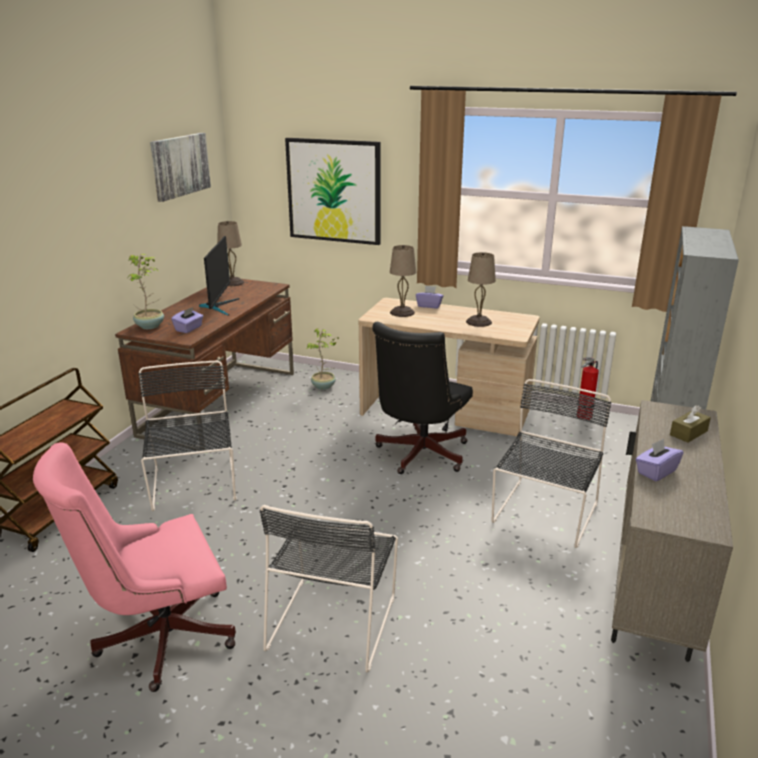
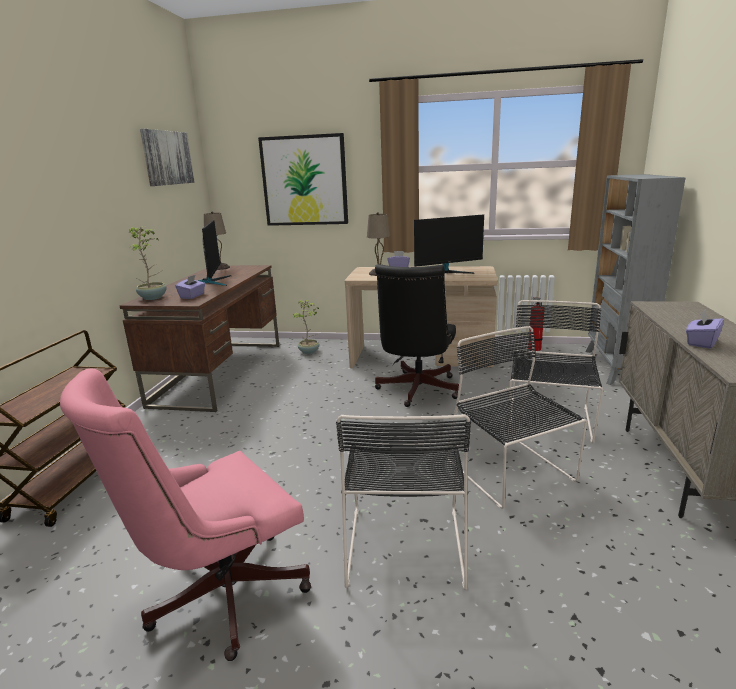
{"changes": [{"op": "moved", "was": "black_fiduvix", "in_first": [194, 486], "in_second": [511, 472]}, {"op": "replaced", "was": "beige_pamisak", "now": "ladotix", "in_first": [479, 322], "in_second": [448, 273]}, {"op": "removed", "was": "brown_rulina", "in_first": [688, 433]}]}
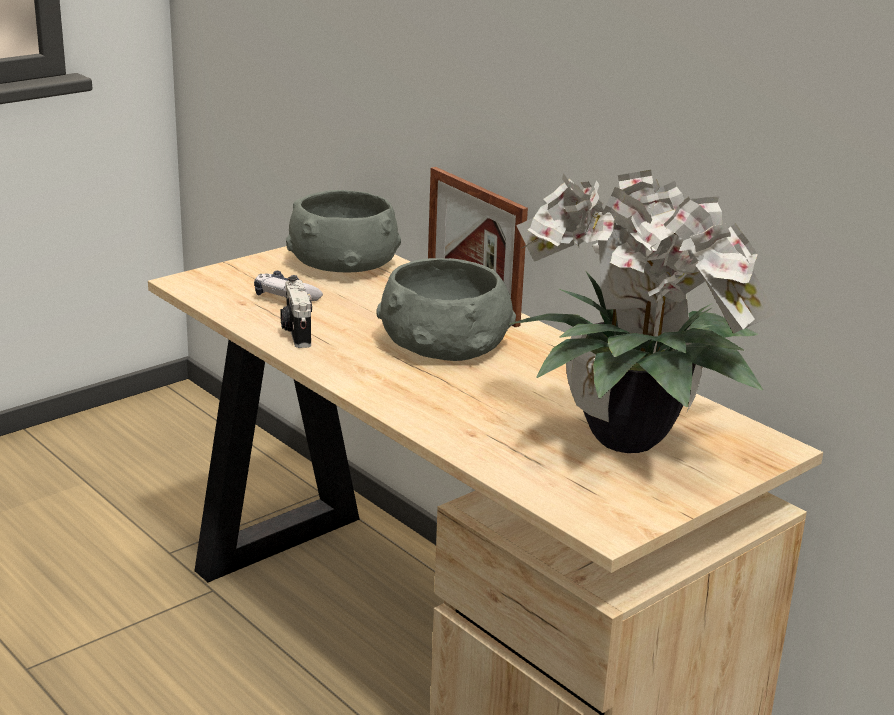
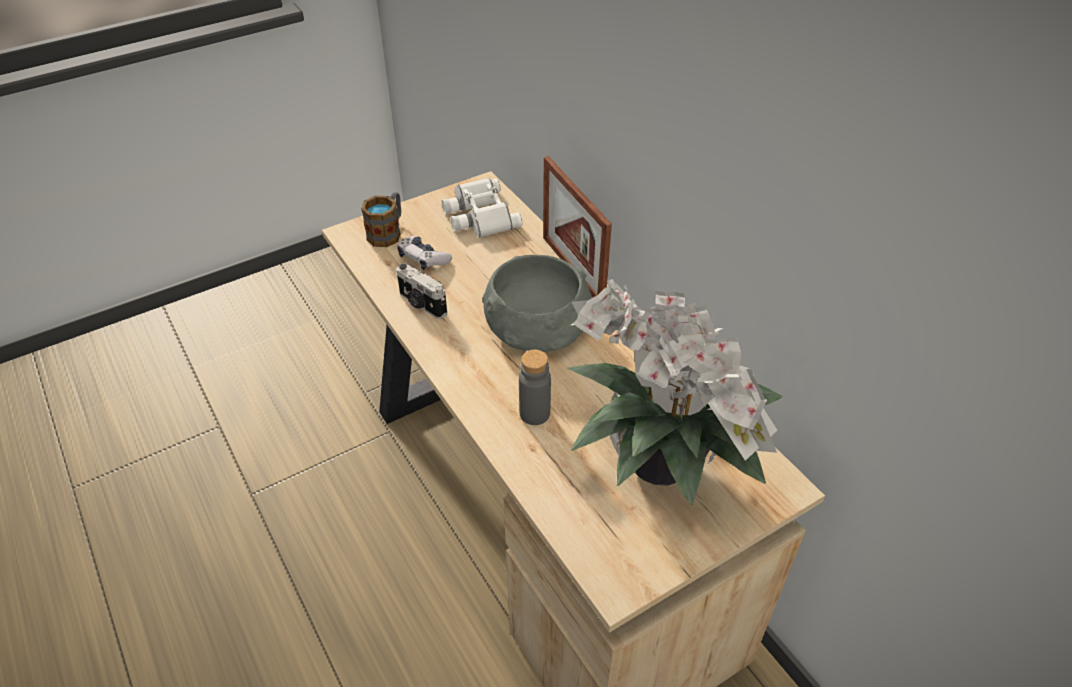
{"changes": [{"op": "turned", "was": "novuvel", "in_first": [296, 332], "in_second": [421, 304], "clockwise": -45}, {"op": "replaced", "was": "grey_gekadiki", "now": "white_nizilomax", "in_first": [342, 264], "in_second": [478, 215]}, {"op": "added", "now": "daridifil", "in_second": [388, 232]}, {"op": "added", "now": "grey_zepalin", "in_second": [534, 413]}]}
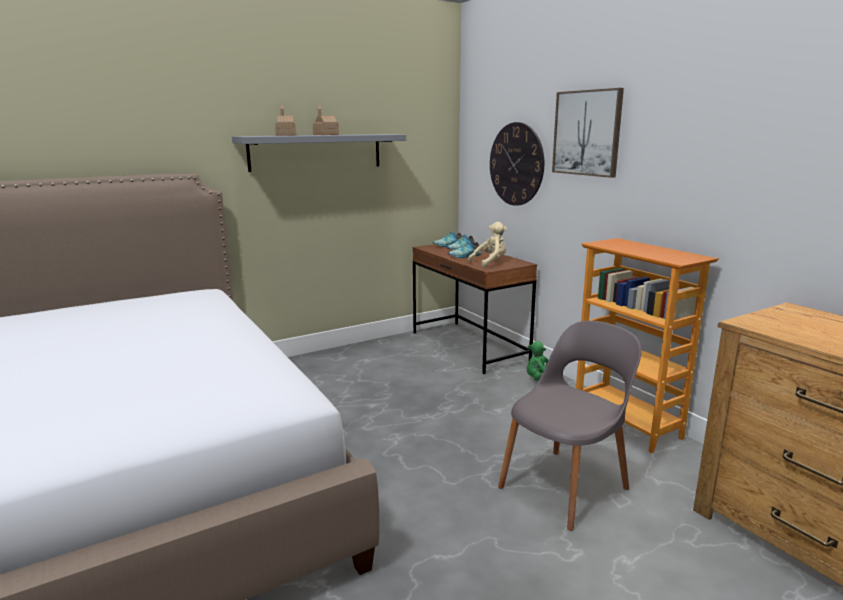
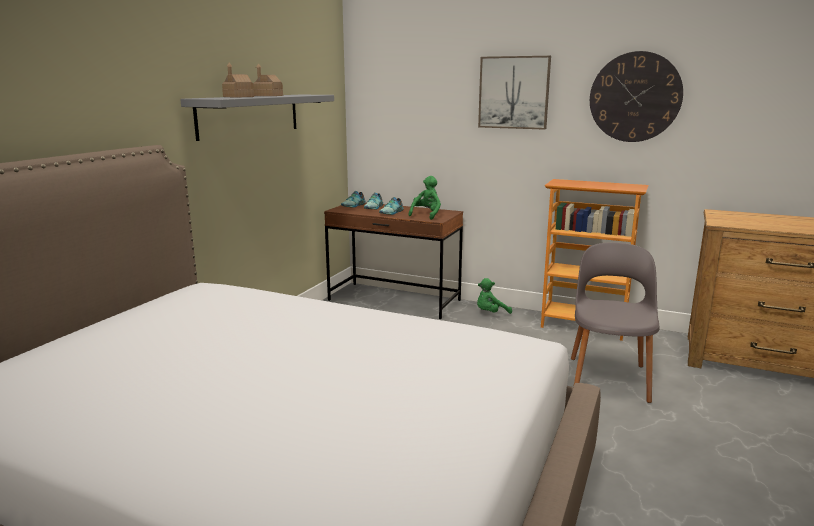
{"changes": [{"op": "recoloured", "was": "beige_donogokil", "now": "green_donogokil", "in_first": [490, 263], "in_second": [426, 215]}, {"op": "moved", "was": "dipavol", "in_first": [516, 164], "in_second": [635, 97]}]}
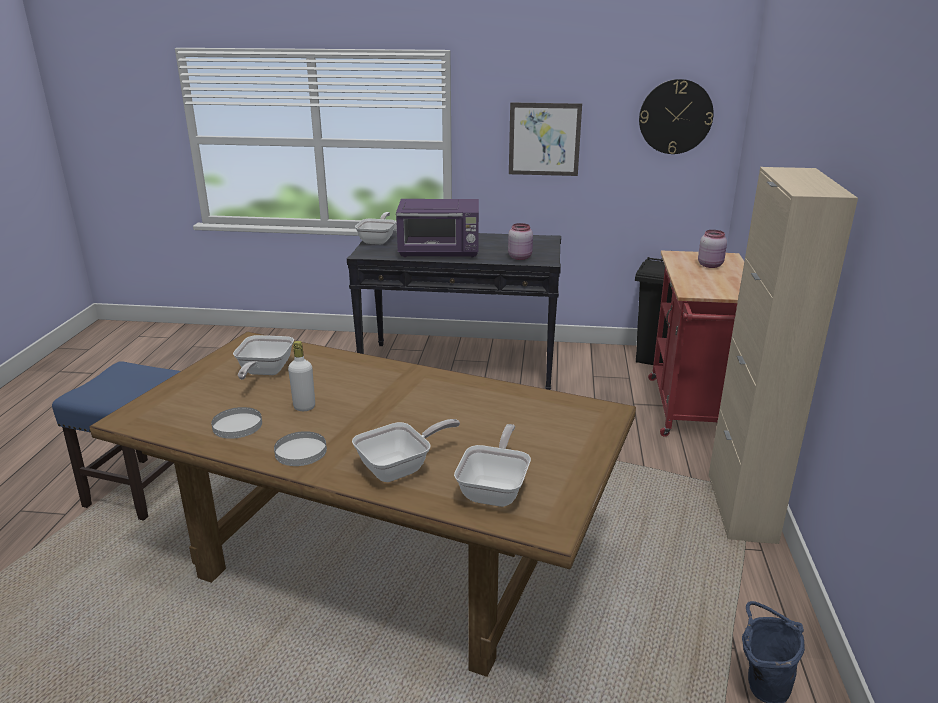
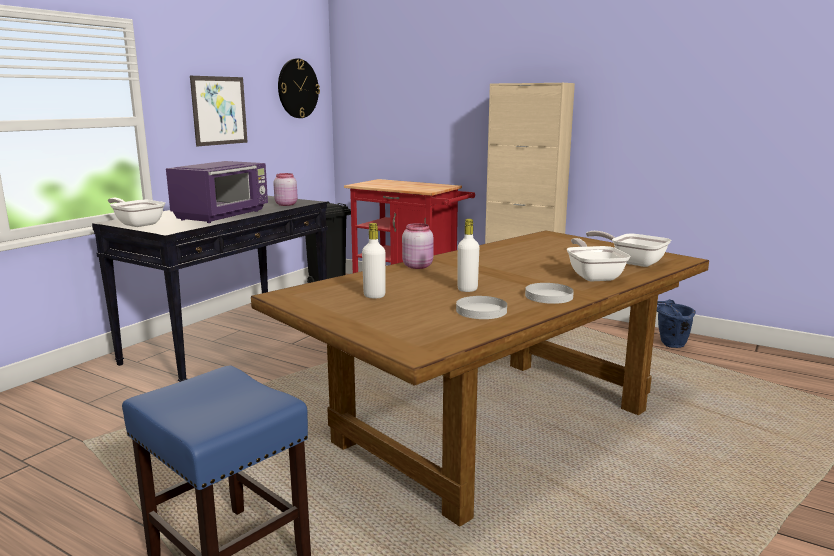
{"changes": [{"op": "replaced", "was": "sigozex", "now": "white_zepalin", "in_first": [264, 372], "in_second": [374, 296]}, {"op": "moved", "was": "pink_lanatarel", "in_first": [710, 265], "in_second": [417, 266]}]}
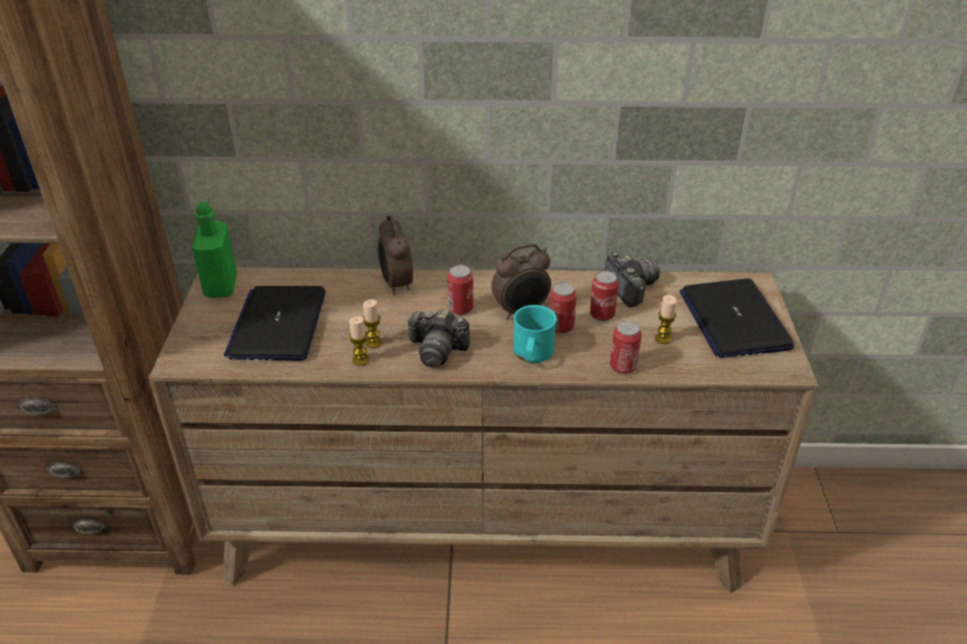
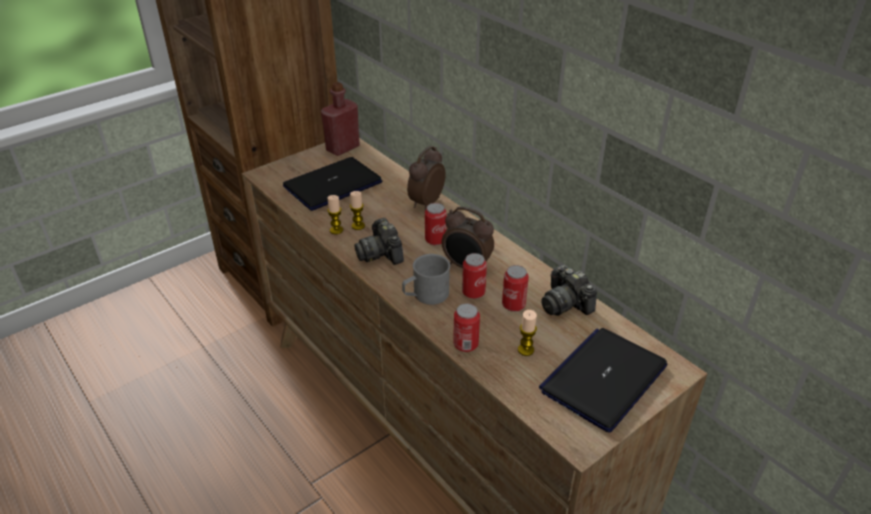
{"changes": [{"op": "recoloured", "was": "green_zepalin", "now": "red_zepalin", "in_first": [221, 286], "in_second": [343, 148]}, {"op": "recoloured", "was": "turquoise_daridifil", "now": "grey_daridifil", "in_first": [532, 355], "in_second": [425, 295]}, {"op": "turned", "was": "novuvel", "in_first": [630, 288], "in_second": [565, 303], "clockwise": 120}]}
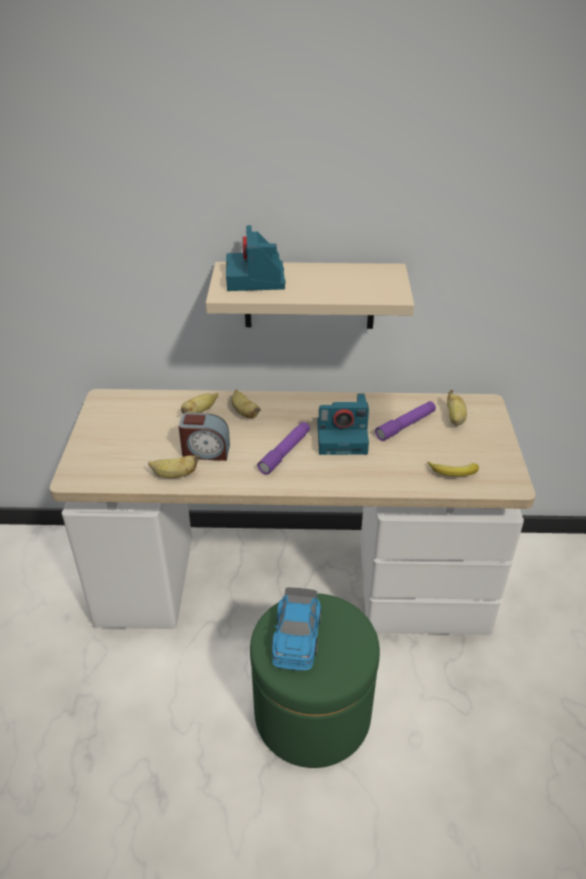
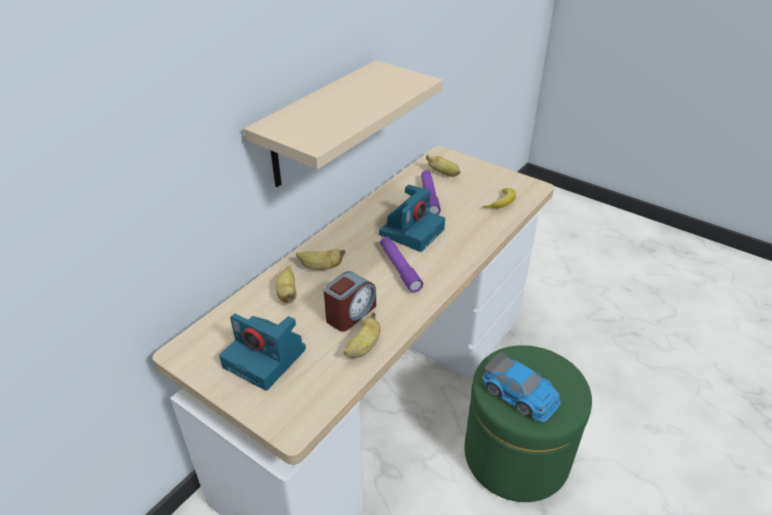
{"changes": [{"op": "moved", "was": "novuvel", "in_first": [256, 279], "in_second": [266, 358]}]}
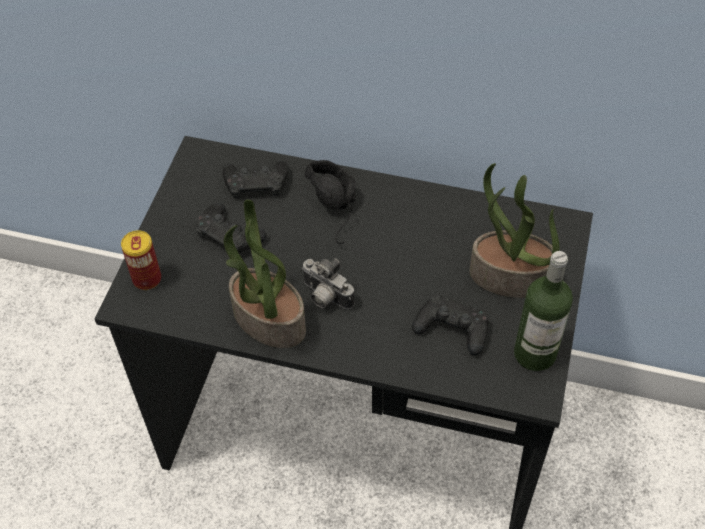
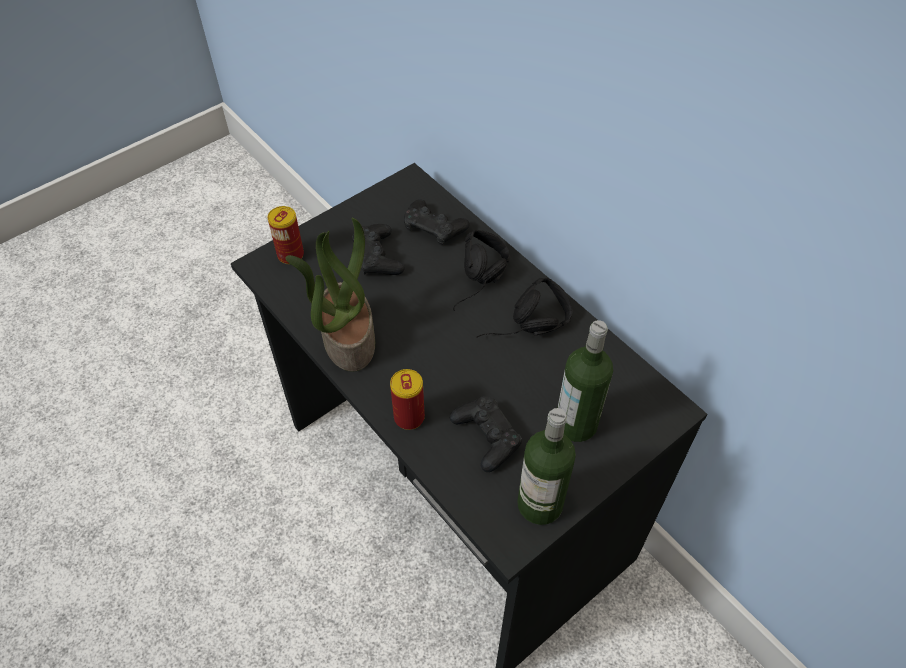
{"changes": [{"op": "removed", "was": "novuvel", "in_first": [325, 297]}, {"op": "replaced", "was": "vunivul", "now": "zepalin", "in_first": [509, 277], "in_second": [576, 424]}, {"op": "added", "now": "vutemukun", "in_second": [409, 417]}, {"op": "added", "now": "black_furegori", "in_second": [526, 331]}]}
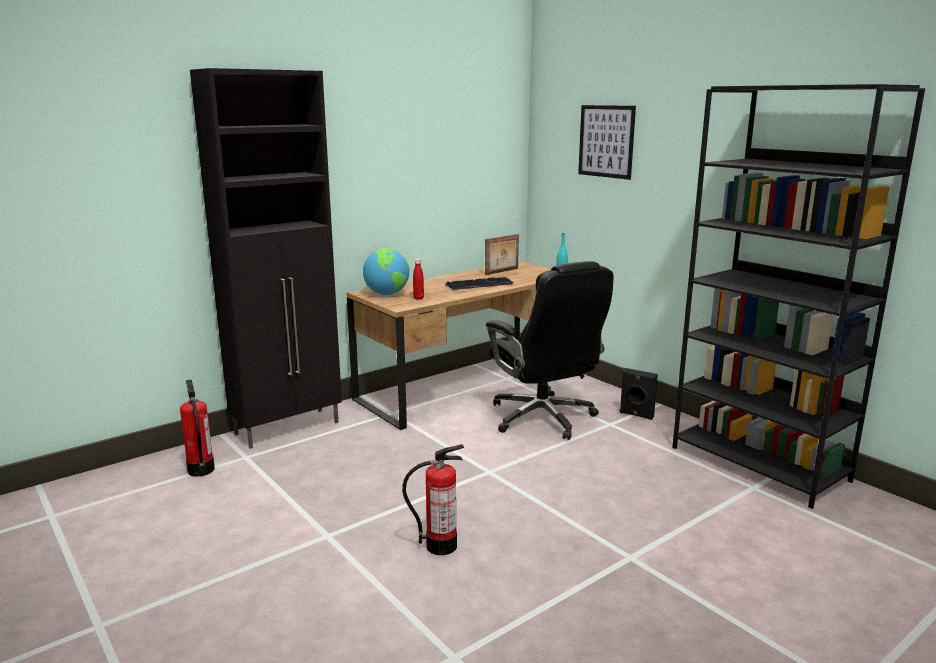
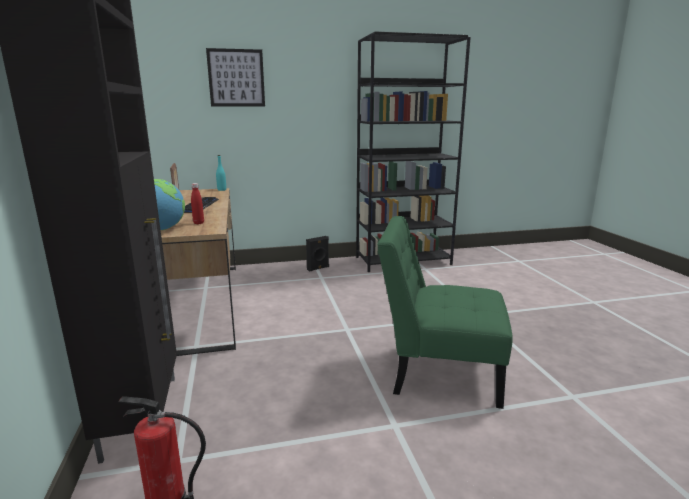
{"changes": [{"op": "replaced", "was": "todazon", "now": "green_fiduvix", "in_first": [441, 545], "in_second": [438, 371]}, {"op": "removed", "was": "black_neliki", "in_first": [543, 418]}]}
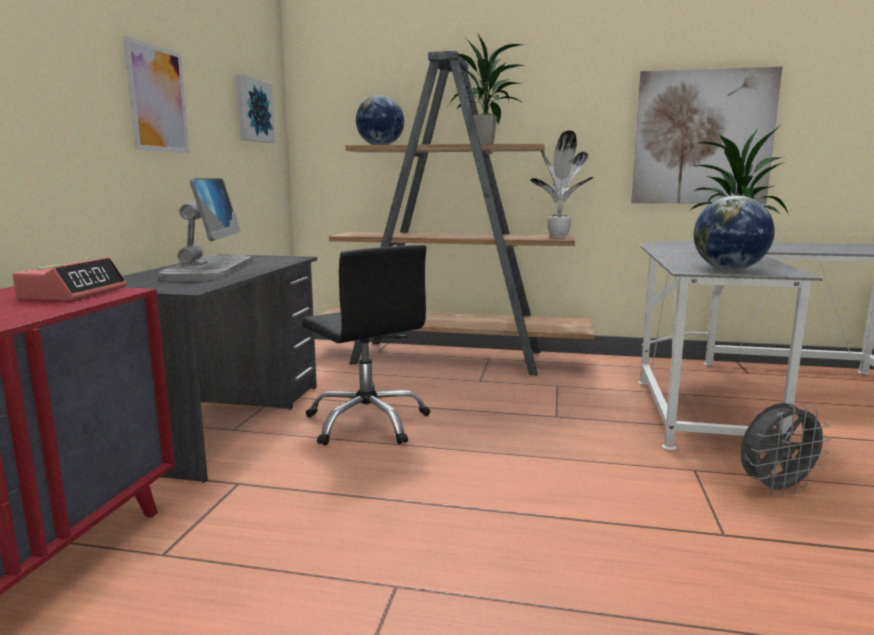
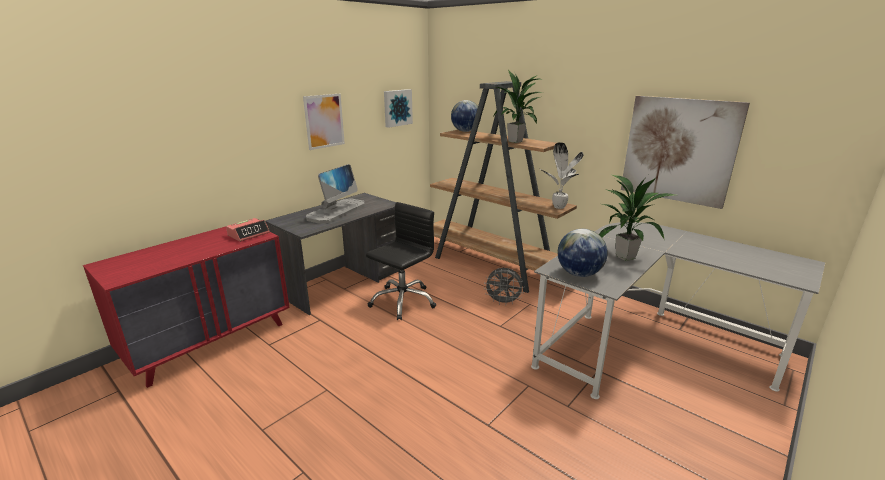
{"changes": [{"op": "turned", "was": "black_neliki", "in_first": [367, 422], "in_second": [402, 301], "clockwise": -135}, {"op": "moved", "was": "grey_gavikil", "in_first": [775, 489], "in_second": [503, 302]}]}
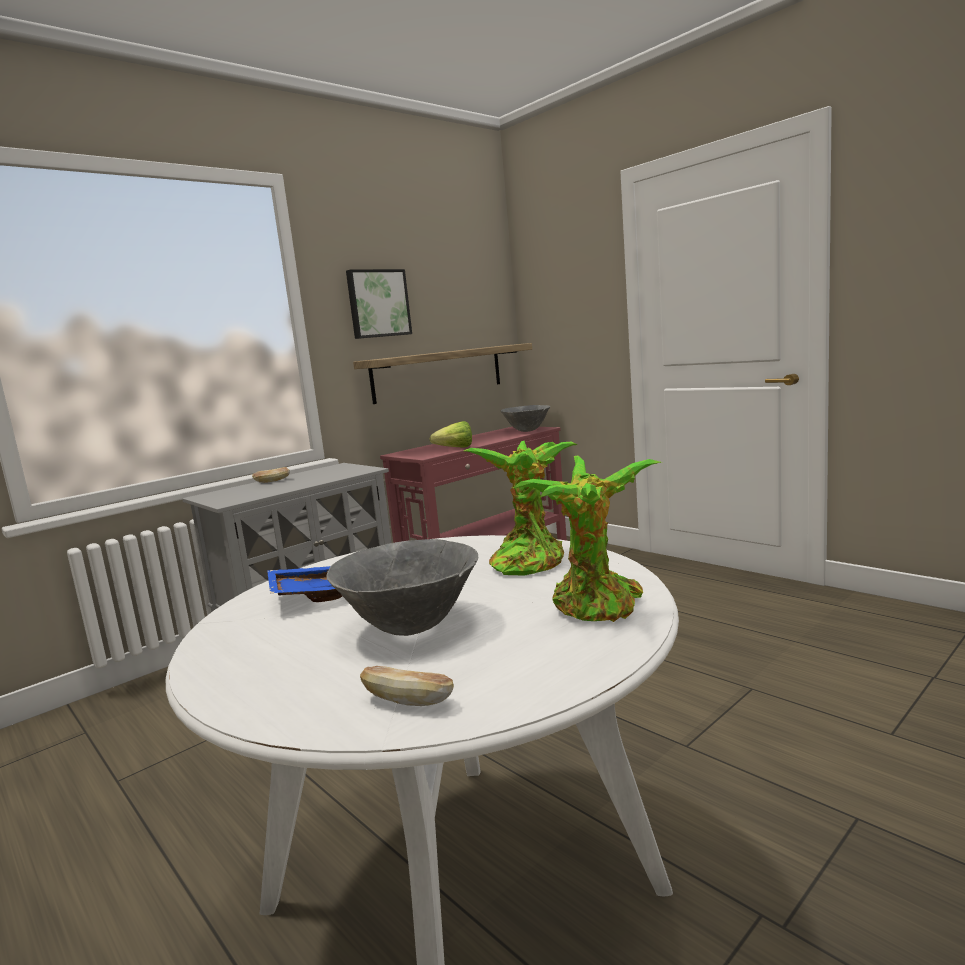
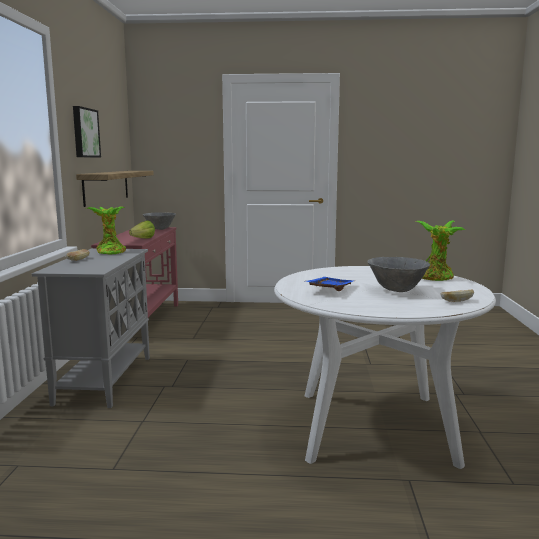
{"changes": [{"op": "moved", "was": "vunivul", "in_first": [529, 561], "in_second": [110, 252]}]}
